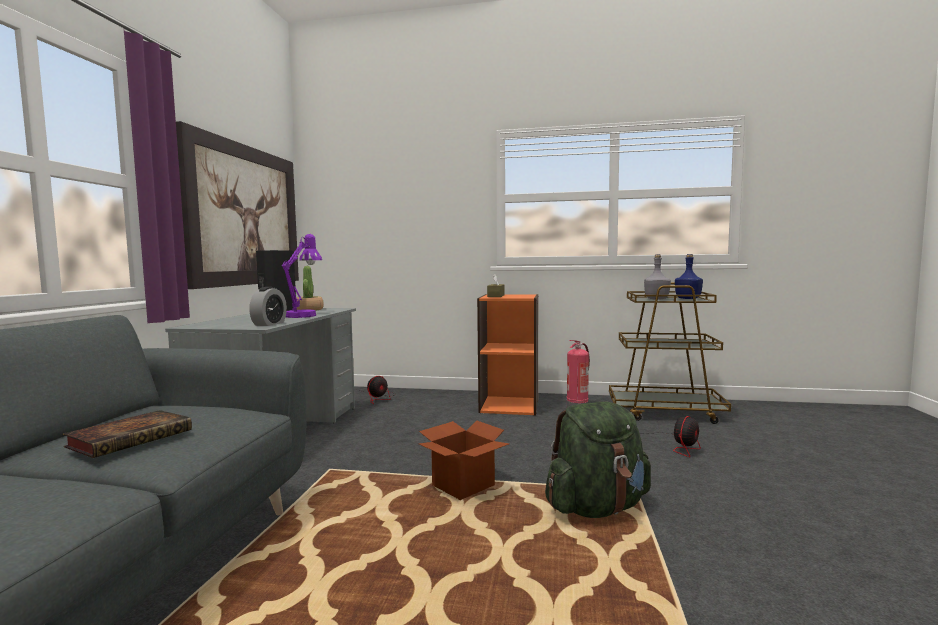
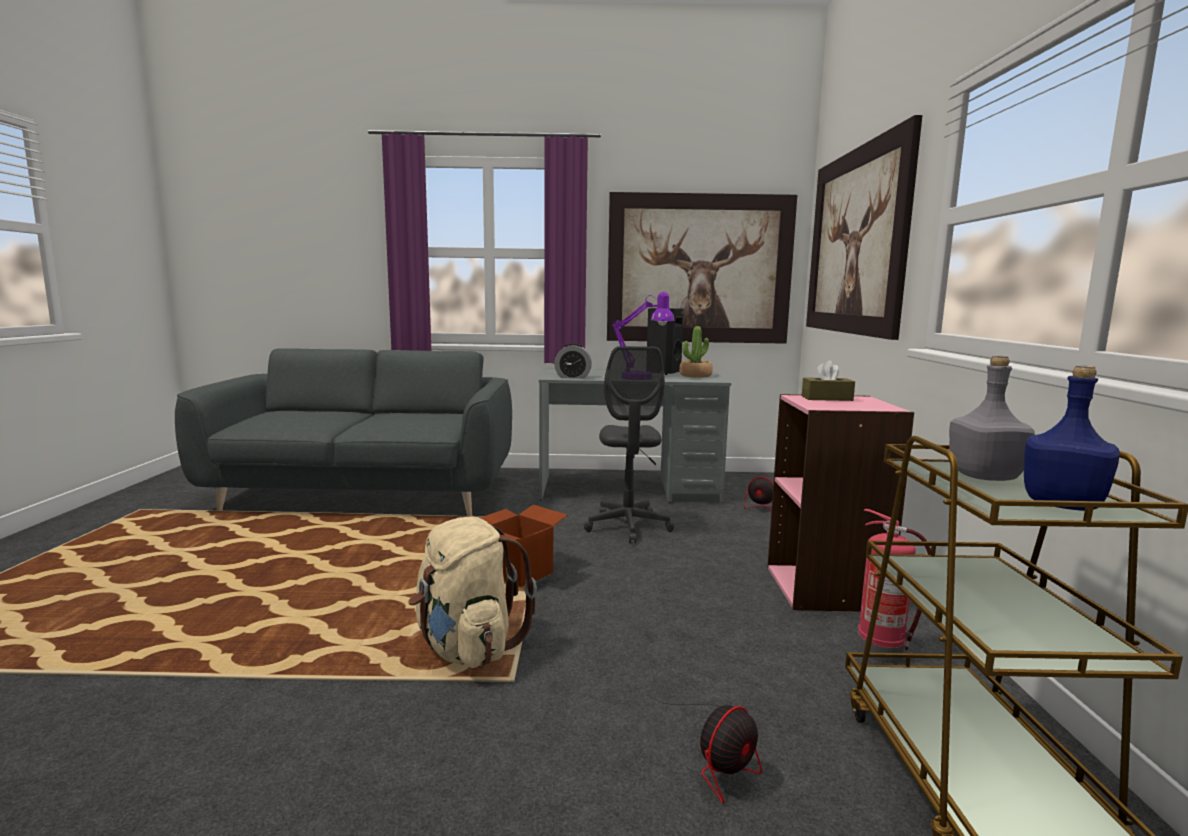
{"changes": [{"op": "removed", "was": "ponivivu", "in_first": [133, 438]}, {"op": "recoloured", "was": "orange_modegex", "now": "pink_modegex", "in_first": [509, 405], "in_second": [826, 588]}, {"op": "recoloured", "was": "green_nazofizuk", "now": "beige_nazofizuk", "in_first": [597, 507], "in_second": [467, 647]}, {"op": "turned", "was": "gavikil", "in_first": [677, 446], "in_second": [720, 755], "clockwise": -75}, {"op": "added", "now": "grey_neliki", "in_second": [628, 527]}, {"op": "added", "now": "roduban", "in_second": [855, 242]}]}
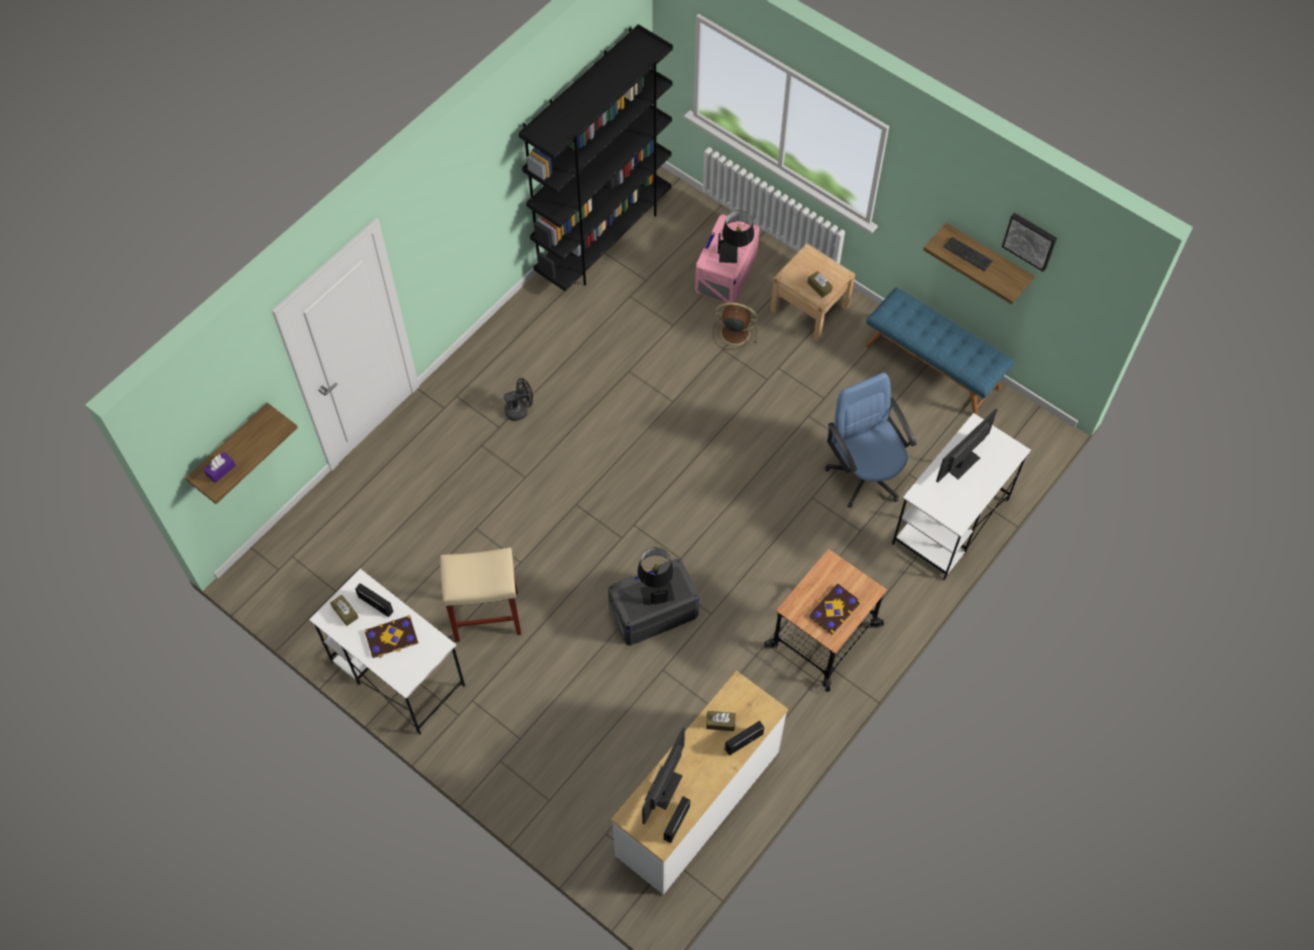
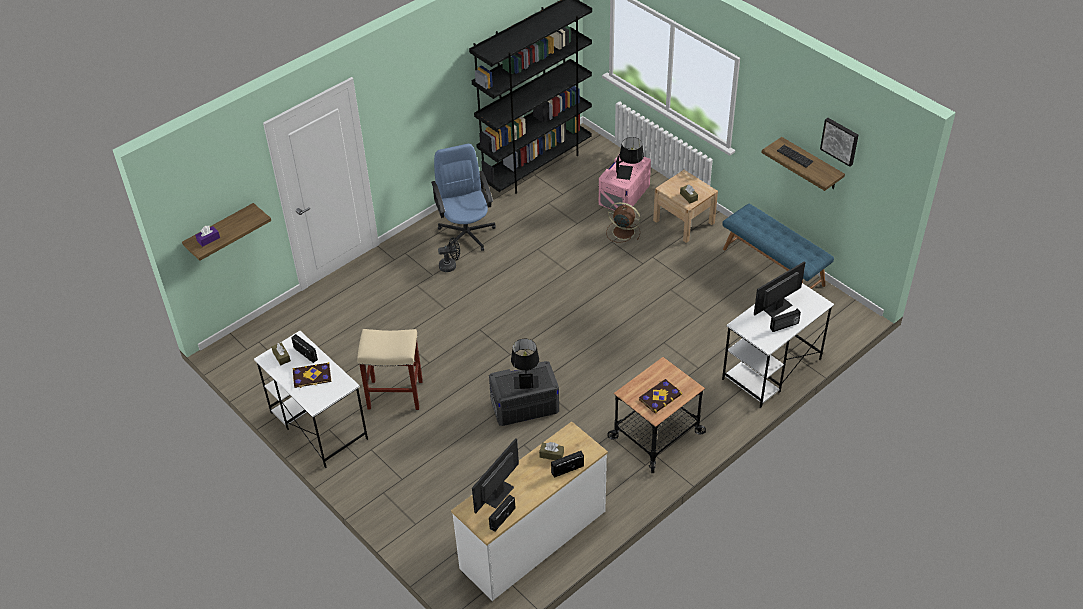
{"changes": [{"op": "moved", "was": "blue_neliki", "in_first": [865, 474], "in_second": [466, 233]}, {"op": "added", "now": "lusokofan", "in_second": [784, 326]}]}
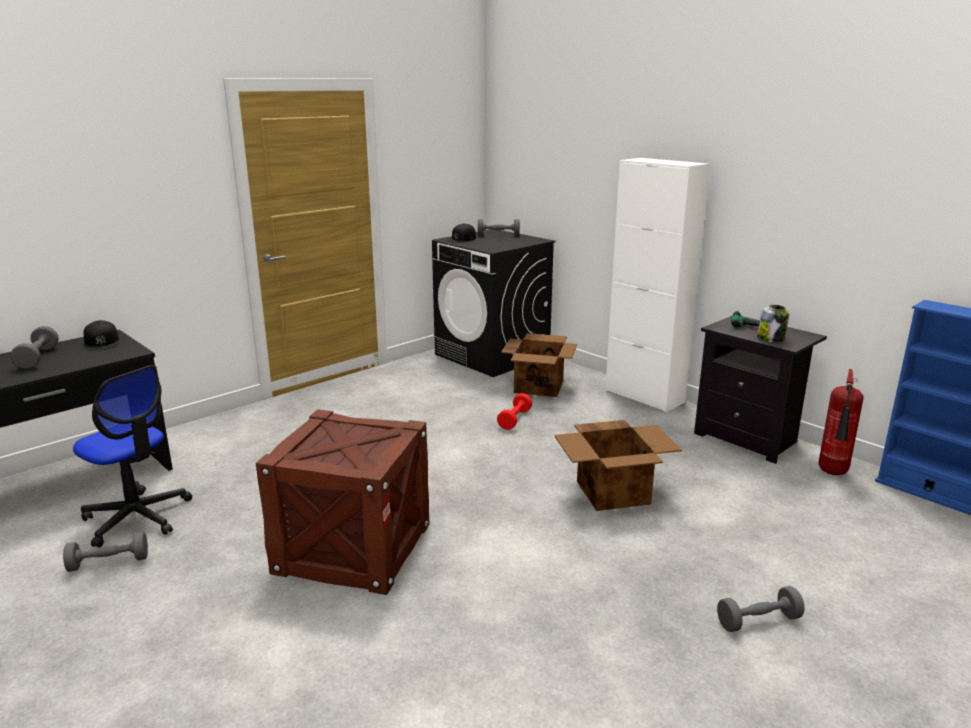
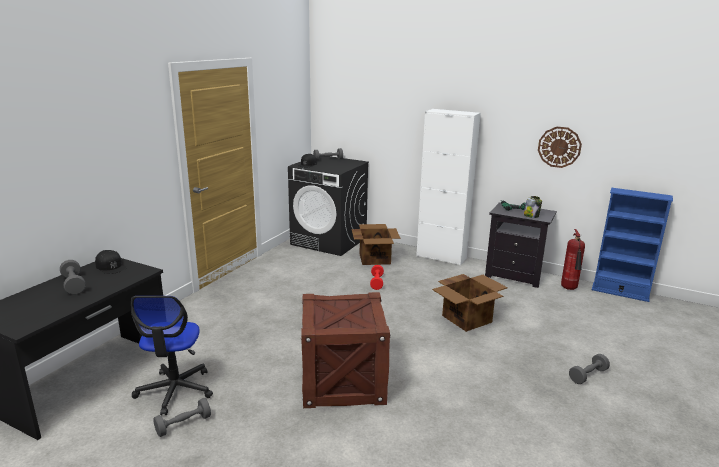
{"changes": [{"op": "turned", "was": "neliki", "in_first": [137, 517], "in_second": [175, 390], "clockwise": 75}, {"op": "added", "now": "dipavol", "in_second": [559, 147]}]}
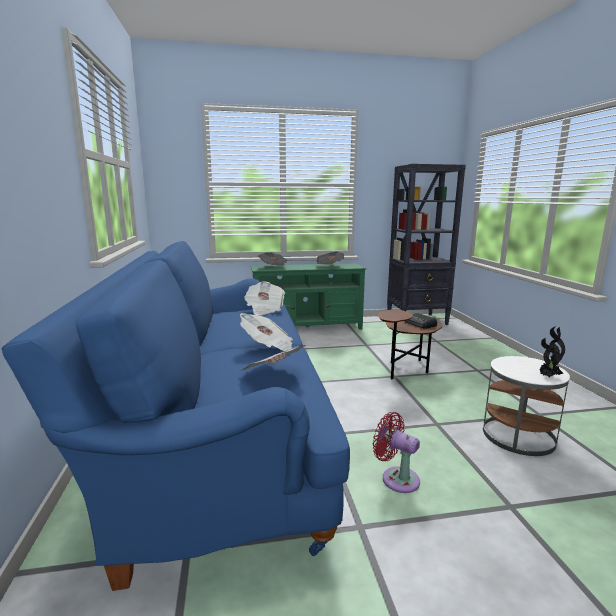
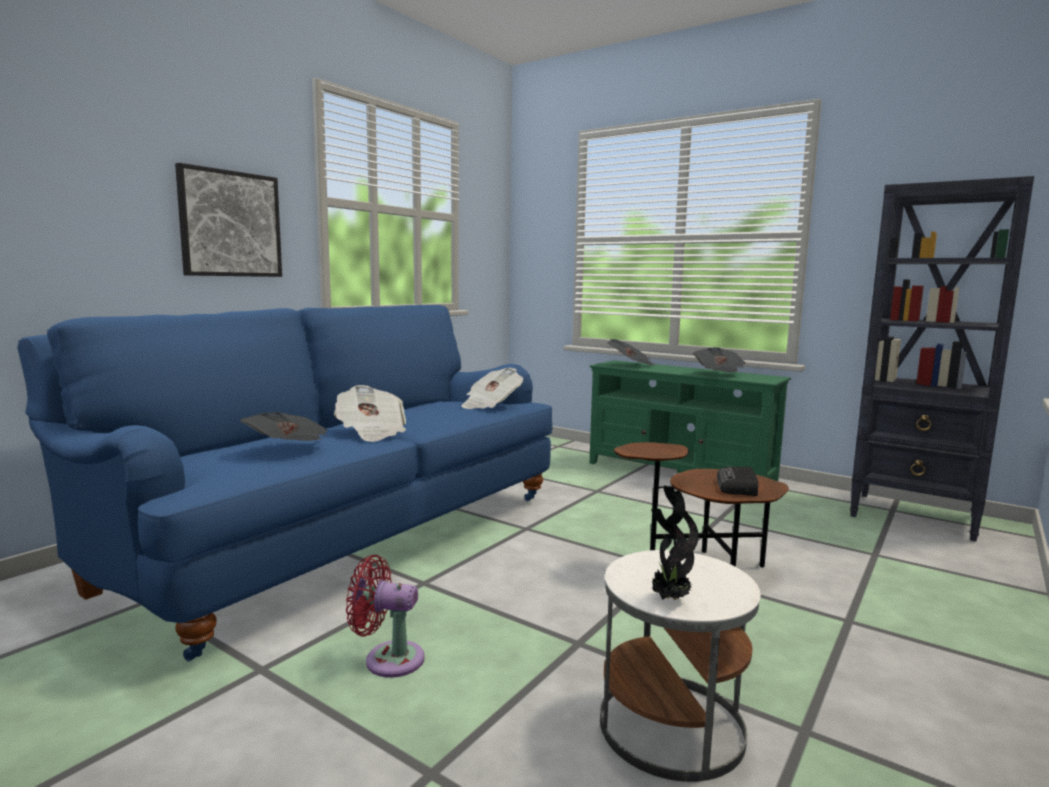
{"changes": [{"op": "turned", "was": "red_gavikil", "in_first": [396, 478], "in_second": [388, 659], "clockwise": -75}, {"op": "added", "now": "roduban", "in_second": [230, 224]}]}
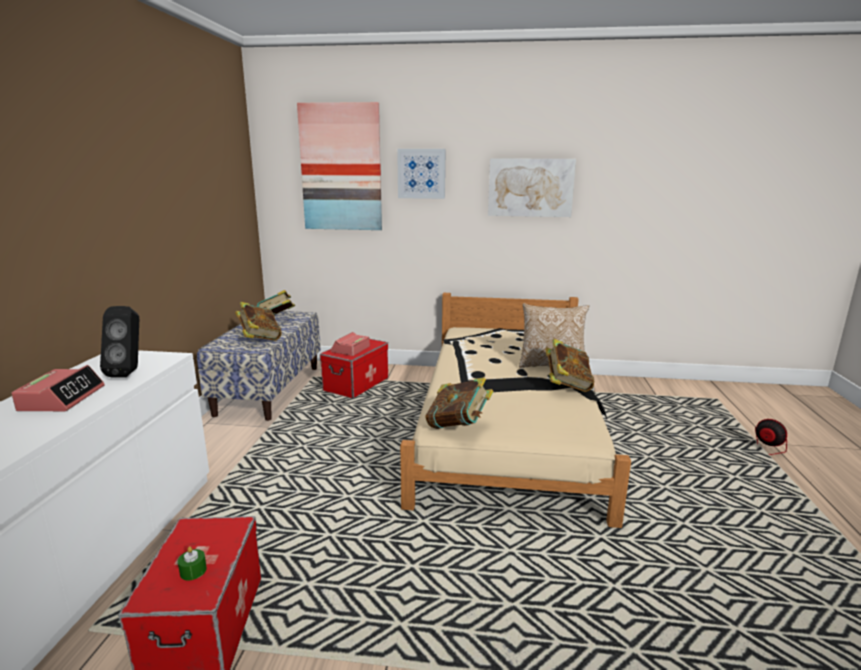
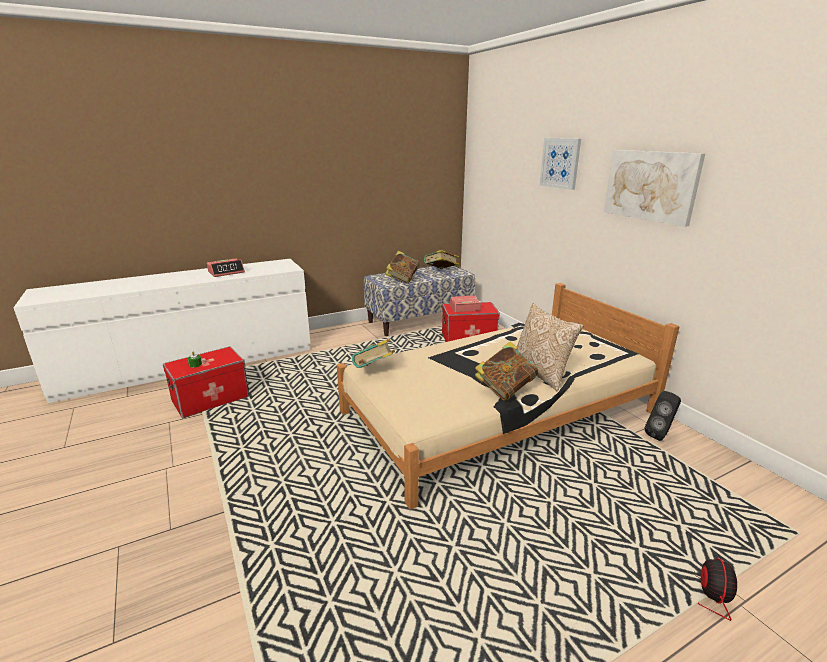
{"changes": [{"op": "moved", "was": "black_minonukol", "in_first": [129, 372], "in_second": [660, 435]}, {"op": "removed", "was": "roduban", "in_first": [341, 168]}]}
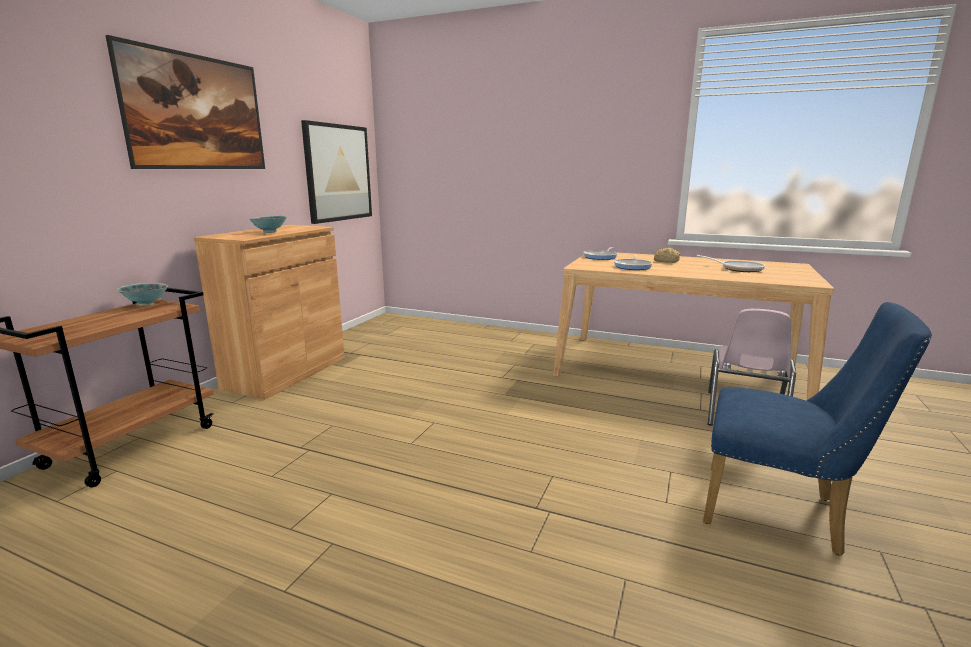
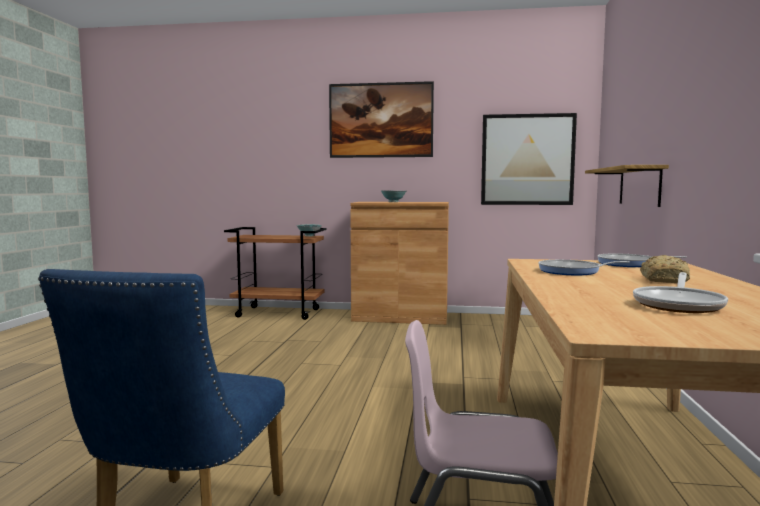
{"changes": [{"op": "added", "now": "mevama", "in_second": [639, 186]}]}
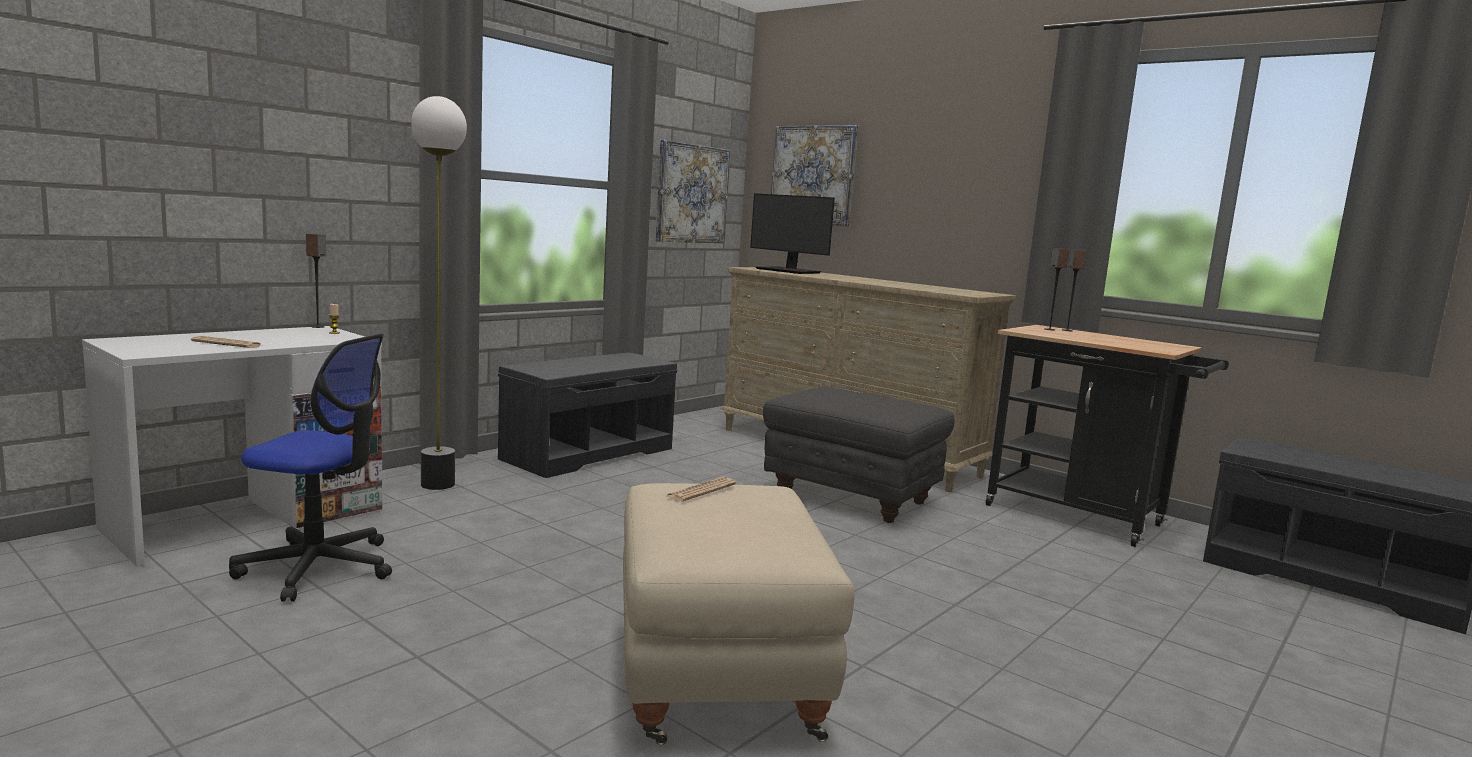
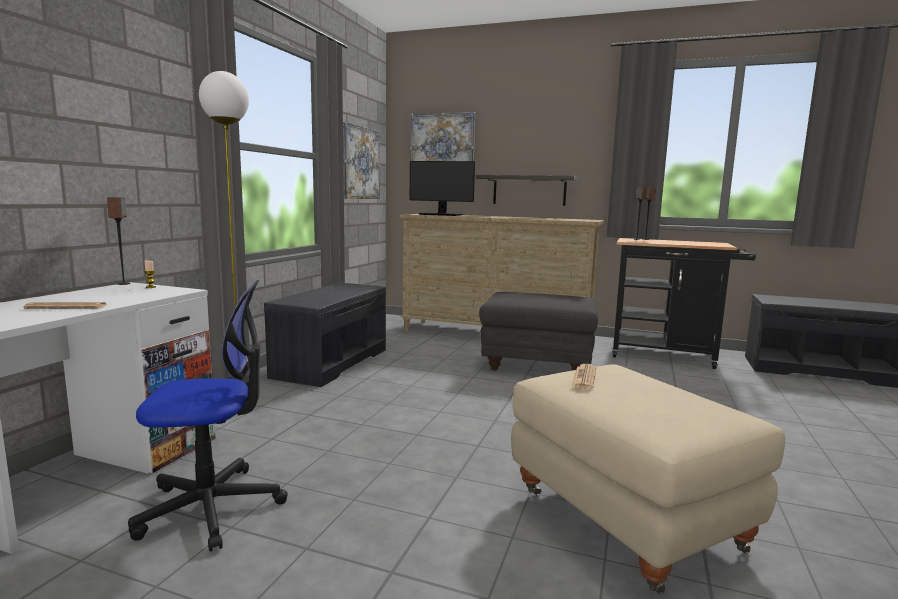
{"changes": [{"op": "added", "now": "mevama", "in_second": [529, 190]}]}
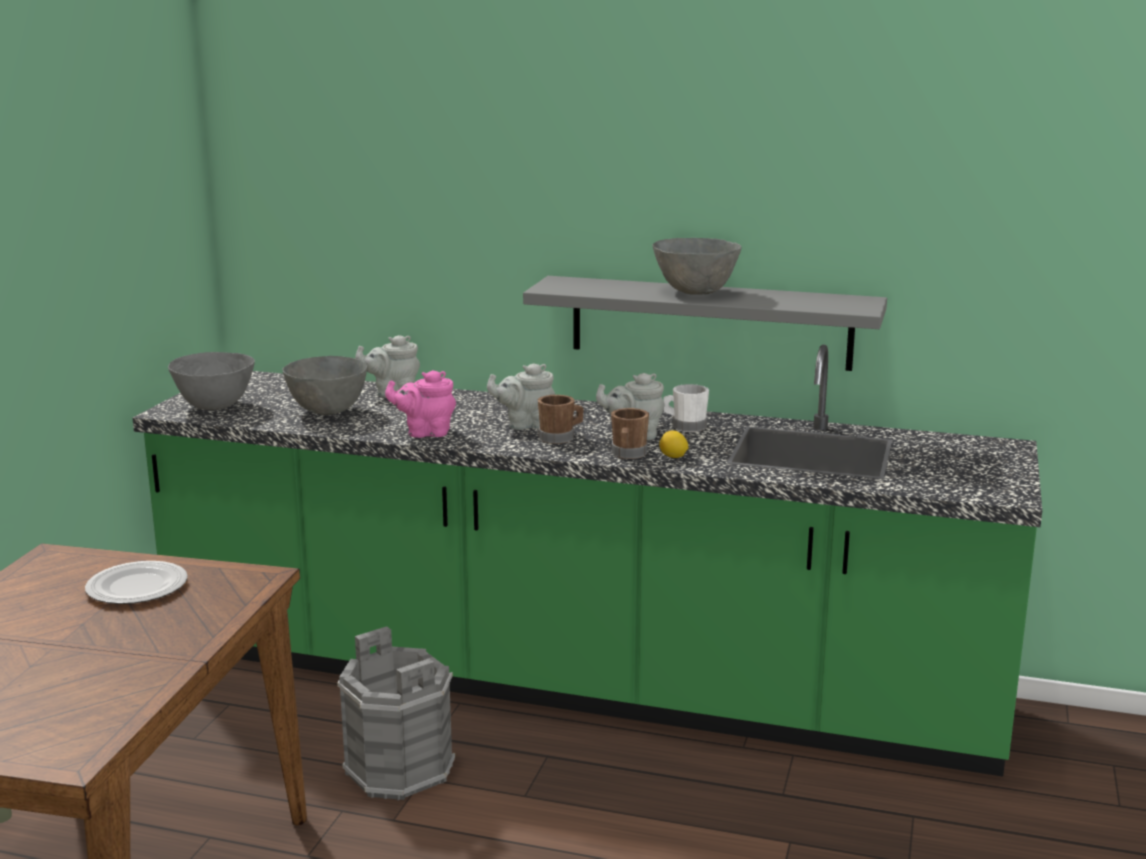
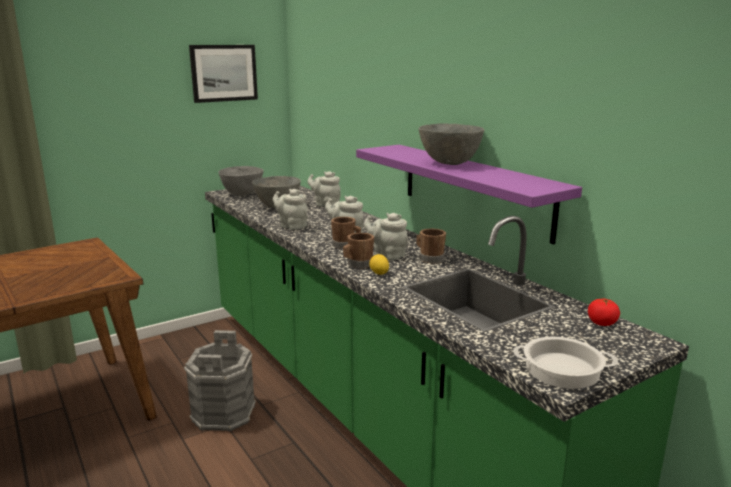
{"changes": [{"op": "removed", "was": "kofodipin", "in_first": [135, 587]}, {"op": "recoloured", "was": "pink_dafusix", "now": "grey_dafusix", "in_first": [425, 432], "in_second": [291, 226]}, {"op": "recoloured", "was": "grey_mevama", "now": "purple_mevama", "in_first": [710, 322], "in_second": [473, 189]}, {"op": "recoloured", "was": "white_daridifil", "now": "brown_daridifil", "in_first": [685, 426], "in_second": [429, 258]}, {"op": "added", "now": "roduban", "in_second": [223, 73]}, {"op": "added", "now": "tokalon", "in_second": [561, 370]}, {"op": "added", "now": "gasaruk", "in_second": [601, 323]}]}
